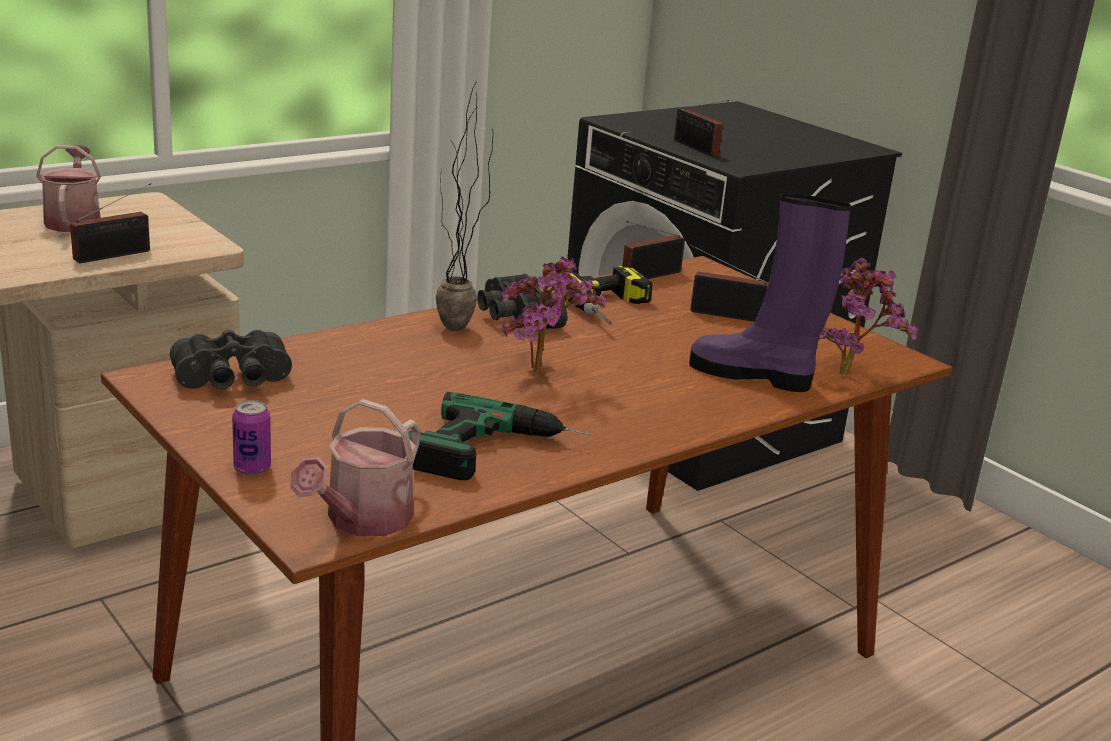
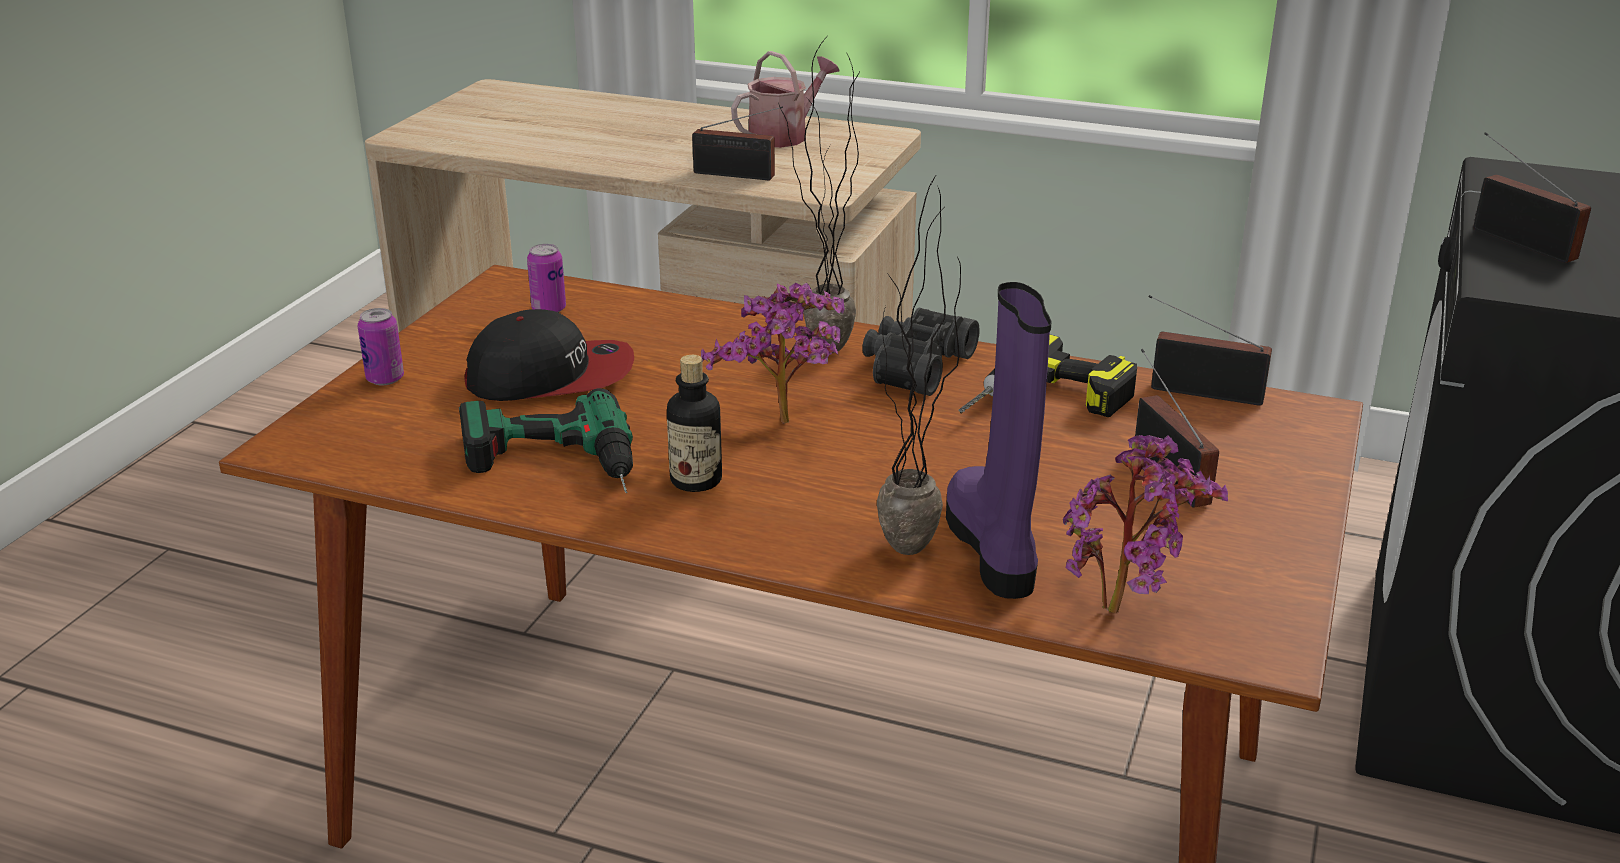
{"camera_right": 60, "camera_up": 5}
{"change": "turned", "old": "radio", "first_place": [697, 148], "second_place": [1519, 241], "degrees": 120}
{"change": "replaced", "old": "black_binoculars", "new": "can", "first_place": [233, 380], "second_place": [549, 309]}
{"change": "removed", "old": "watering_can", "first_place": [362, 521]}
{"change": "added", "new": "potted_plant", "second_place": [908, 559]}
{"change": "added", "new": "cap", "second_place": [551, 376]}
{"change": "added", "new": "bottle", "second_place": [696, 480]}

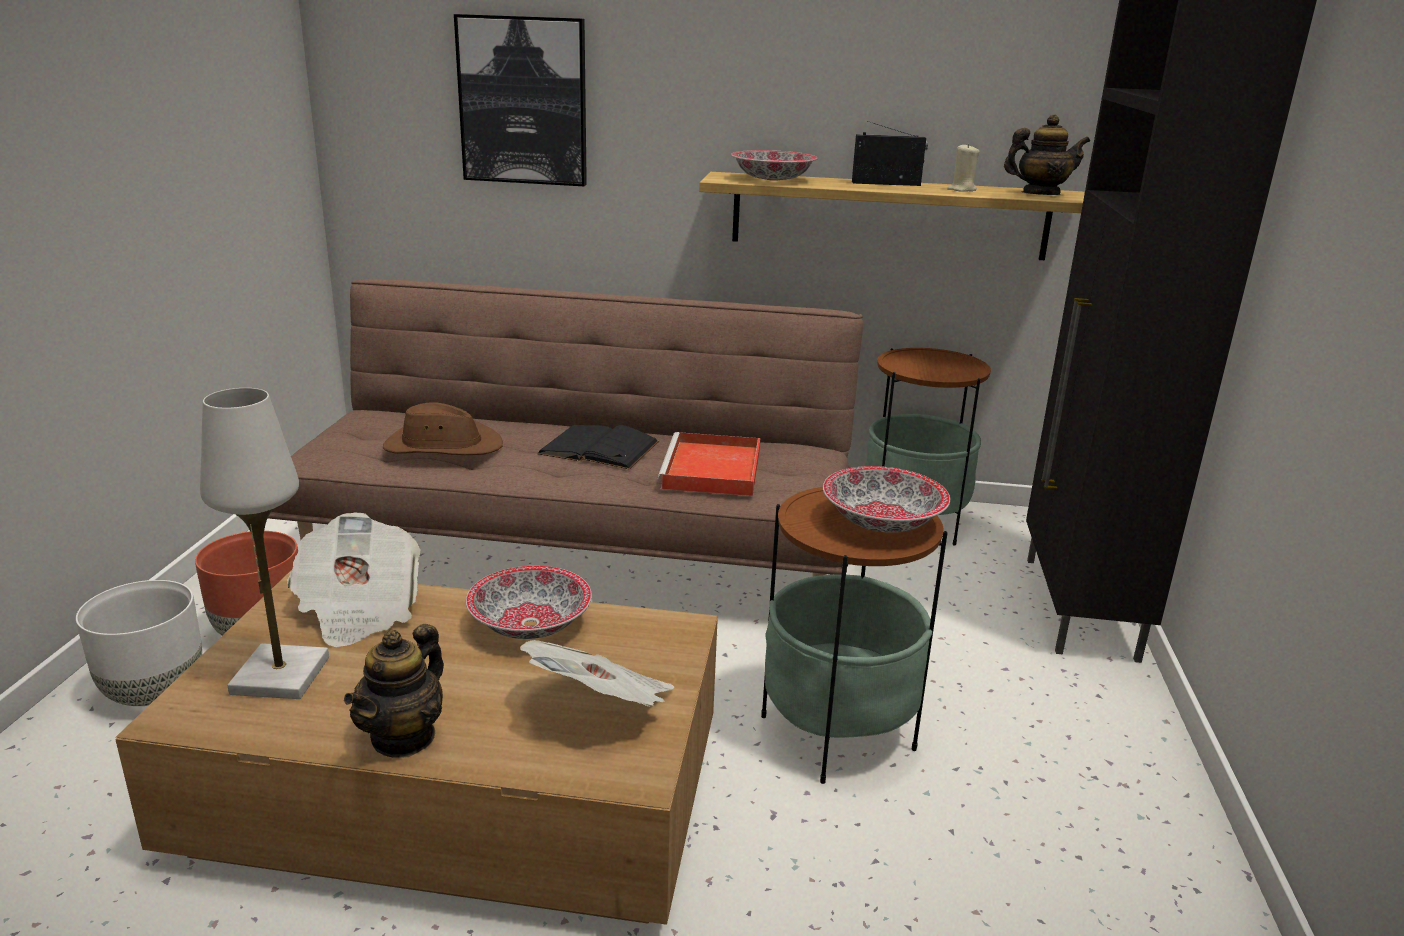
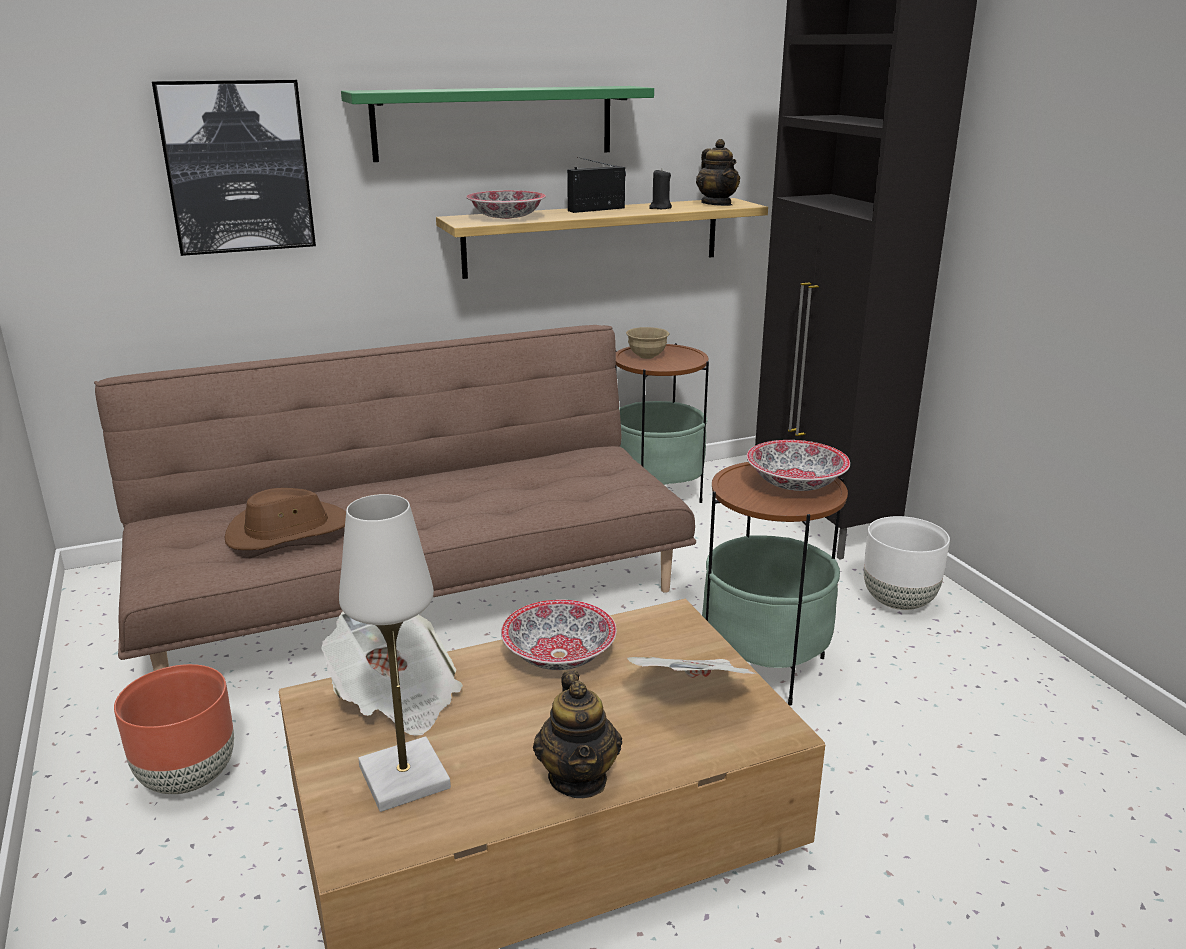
{"camera_right": -30, "camera_up": 0}
{"change": "turned", "old": "teapot", "first_place": [1040, 194], "second_place": [717, 204], "degrees": 105}
{"change": "recoloured", "old": "beige_candle", "new": "black_candle", "first_place": [961, 190], "second_place": [660, 208]}
{"change": "removed", "old": "black_book", "first_place": [599, 448]}
{"change": "removed", "old": "red_tray", "first_place": [712, 470]}
{"change": "moved", "old": "white_planter", "first_place": [155, 693], "second_place": [899, 602]}
{"change": "added", "new": "green_shelf", "second_place": [494, 122]}
{"change": "added", "new": "beige_bowl", "second_place": [647, 356]}

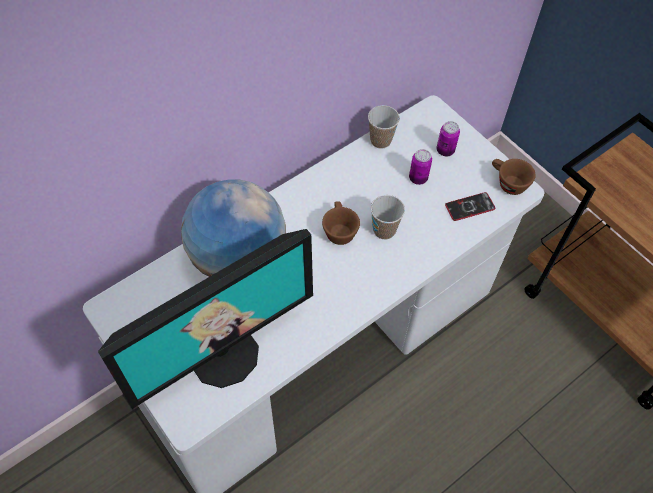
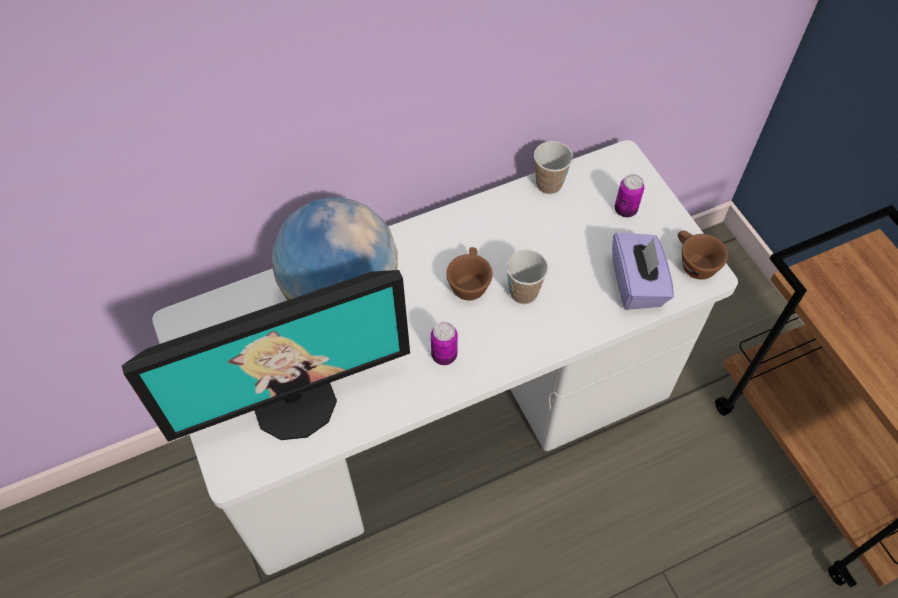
{"camera_right": 15, "camera_up": 0}
{"change": "moved", "old": "can", "first_place": [418, 178], "second_place": [444, 355]}
{"change": "replaced", "old": "phone", "new": "purple_tissue_box", "first_place": [470, 207], "second_place": [637, 284]}

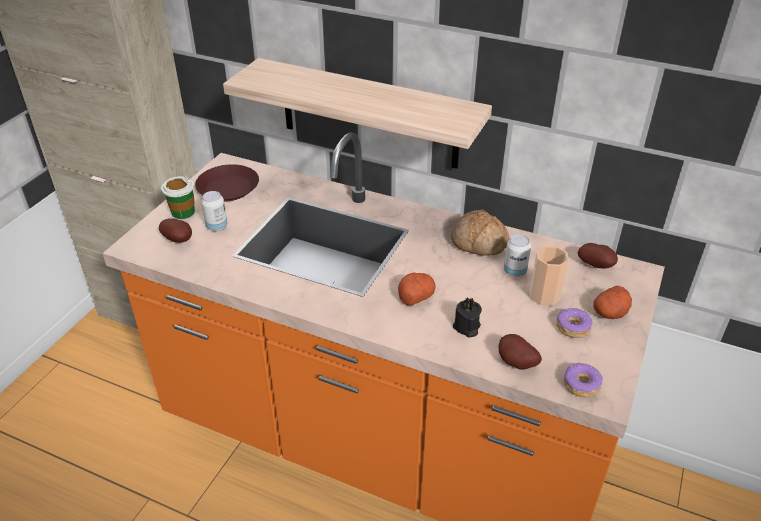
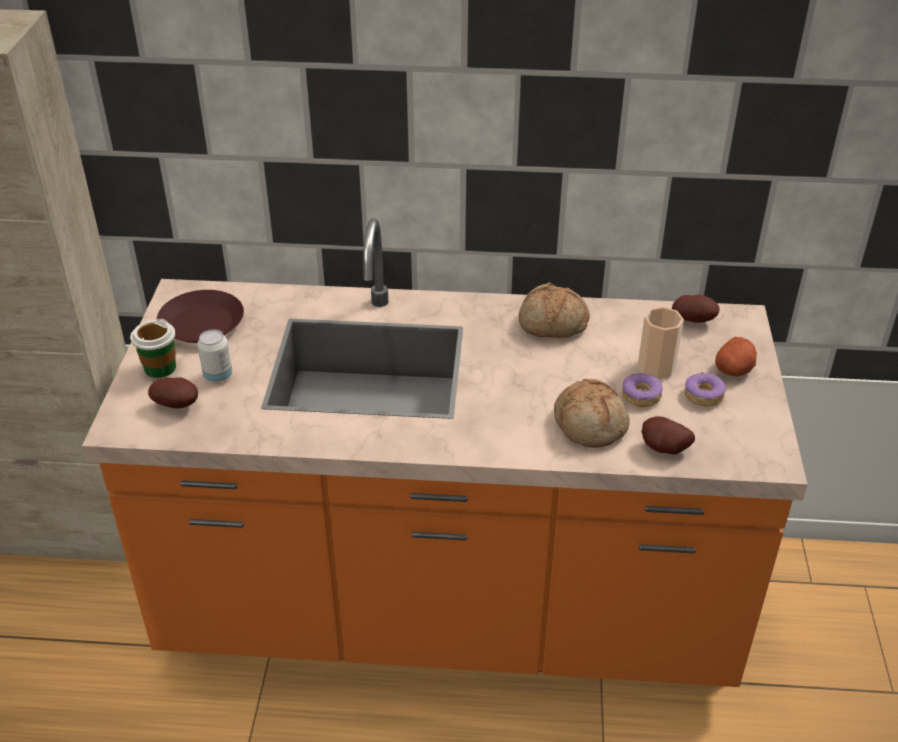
{"camera_right": -20, "camera_up": 0}
{"change": "removed", "old": "shelf", "first_place": [369, 114]}
{"change": "removed", "old": "can", "first_place": [514, 271]}
{"change": "removed", "old": "potato", "first_place": [416, 296]}
{"change": "replaced", "old": "black_candle", "new": "bread", "first_place": [466, 327], "second_place": [590, 424]}
{"change": "moved", "old": "donut", "first_place": [581, 385], "second_place": [641, 396]}

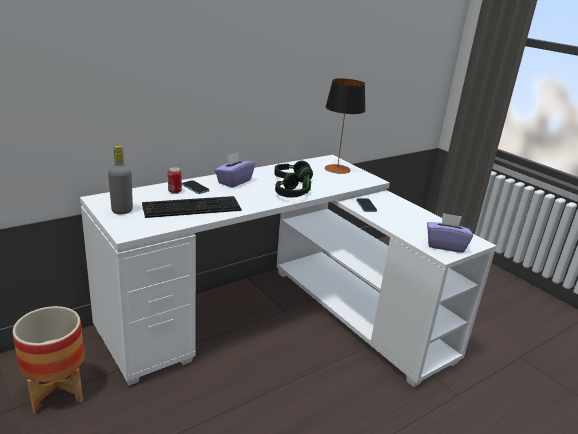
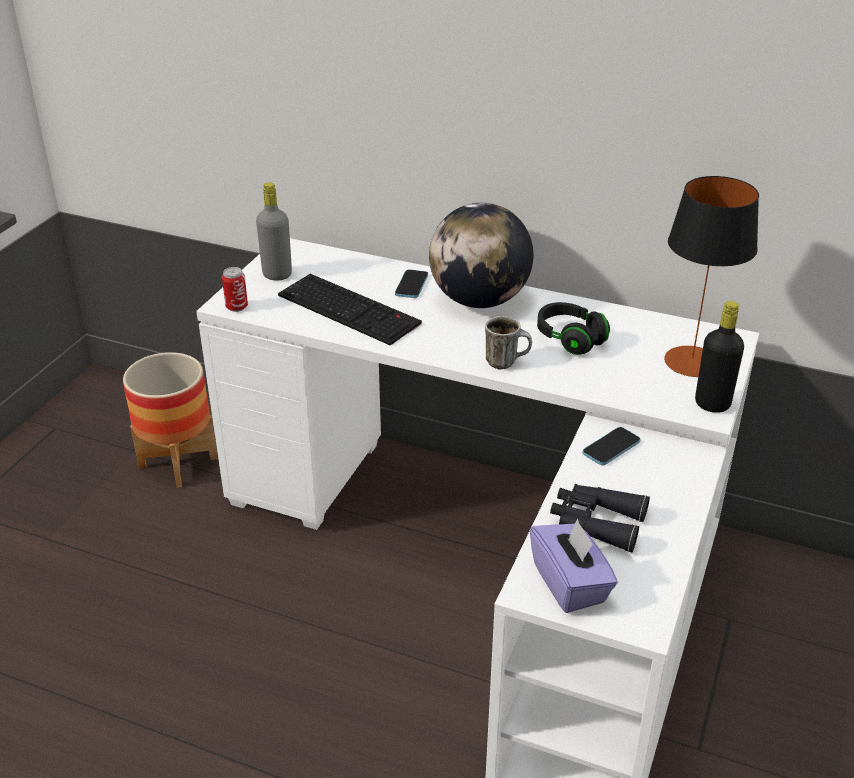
{"camera_right": 60, "camera_up": 10}
{"change": "replaced", "old": "purple_tissue_box", "new": "globe", "first_place": [234, 181], "second_place": [479, 300]}
{"change": "moved", "old": "can", "first_place": [175, 191], "second_place": [237, 307]}
{"change": "replaced", "old": "black_headphones", "new": "mug", "first_place": [292, 195], "second_place": [506, 362]}
{"change": "added", "new": "black_bottle", "second_place": [712, 404]}
{"change": "added", "new": "black_binoculars", "second_place": [596, 522]}

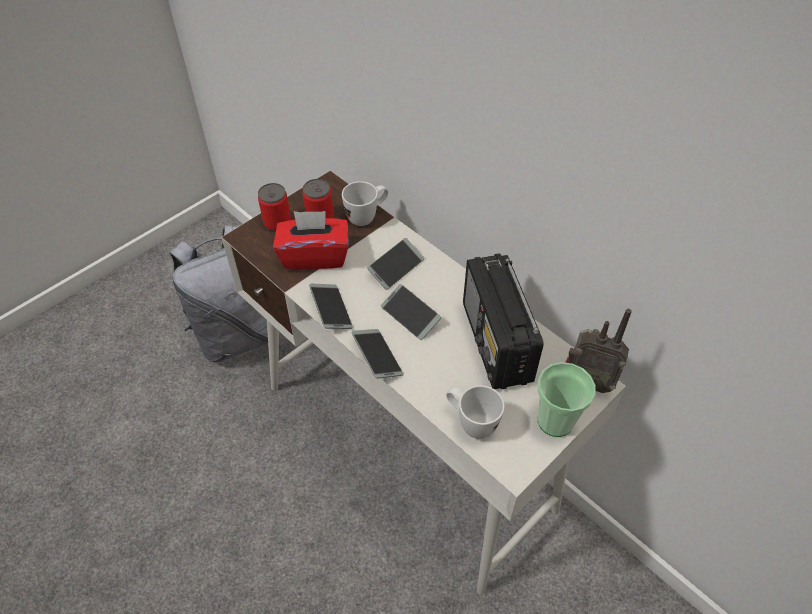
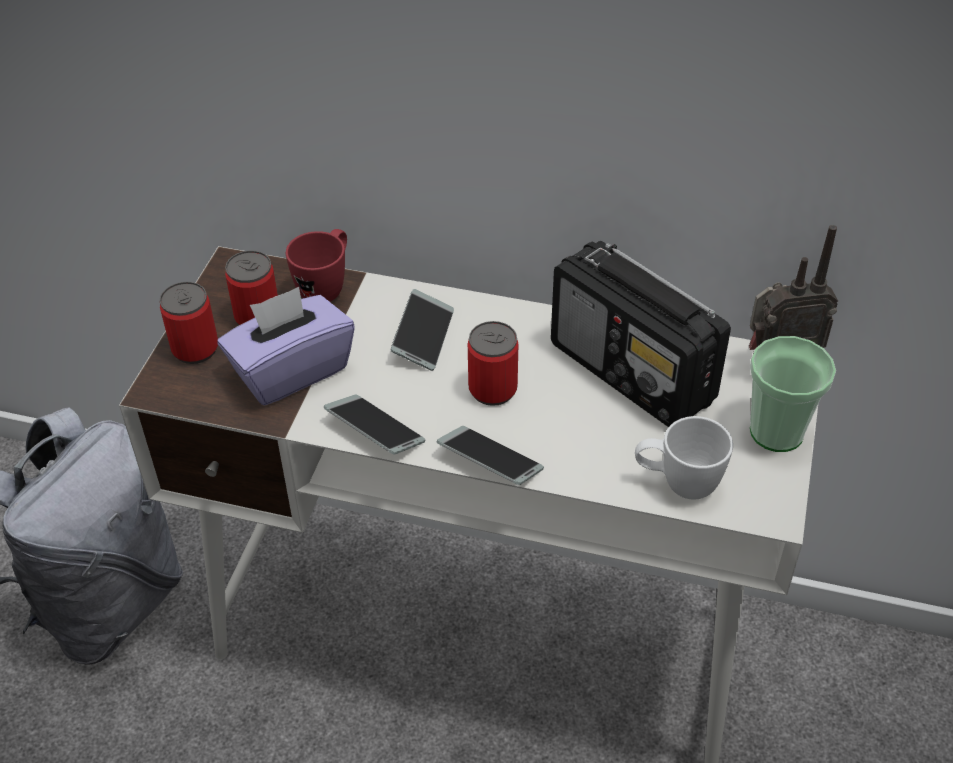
{"camera_right": -30, "camera_up": -5}
{"change": "recoloured", "old": "white_mug", "new": "red_mug", "first_place": [367, 216], "second_place": [326, 287]}
{"change": "recoloured", "old": "red_tissue_box", "new": "purple_tissue_box", "first_place": [314, 256], "second_place": [291, 370]}
{"change": "replaced", "old": "phone", "new": "can", "first_place": [410, 316], "second_place": [492, 389]}

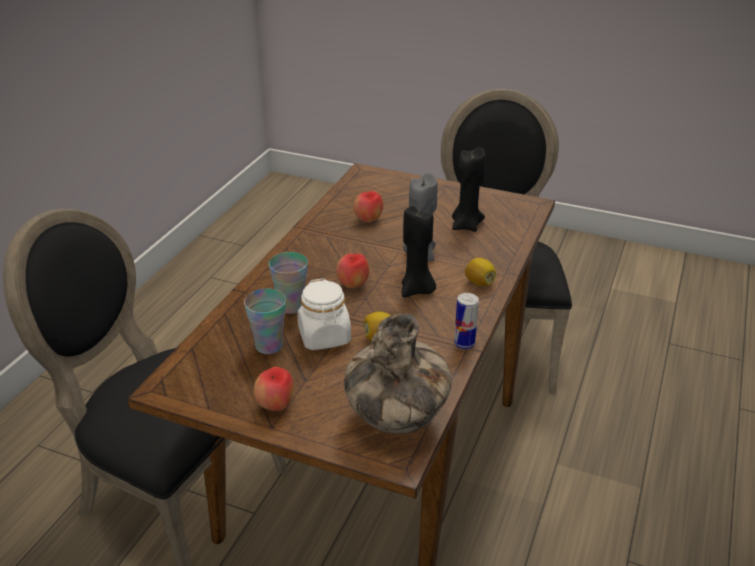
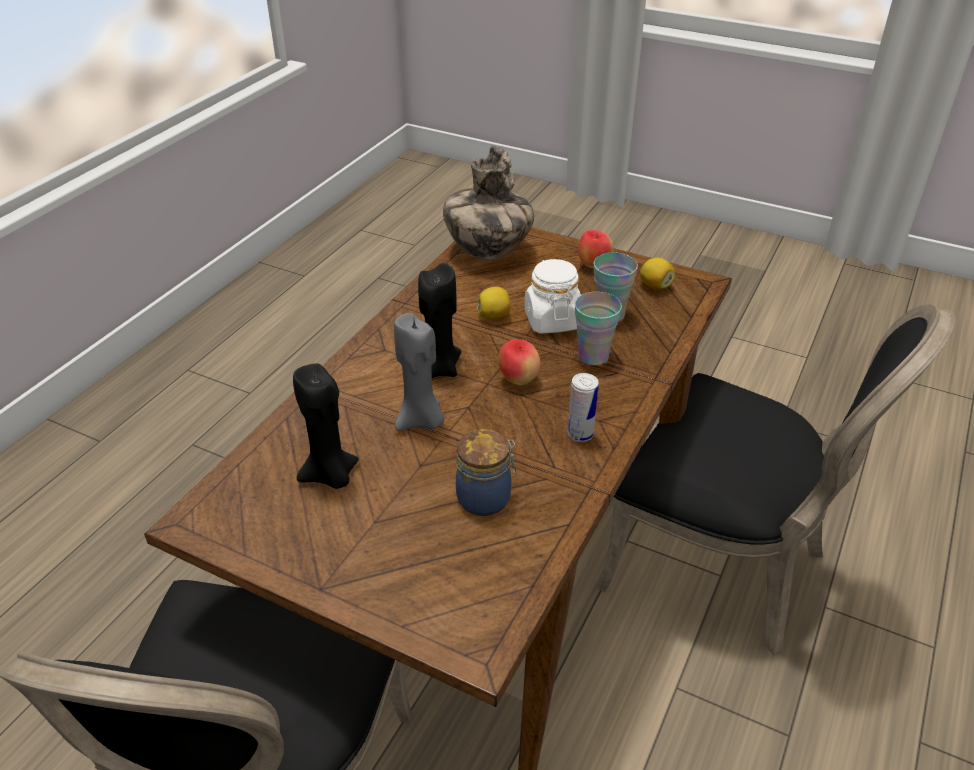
{"camera_right": -175, "camera_up": 5}
{"change": "replaced", "old": "apple", "new": "jar", "first_place": [368, 220], "second_place": [486, 498]}
{"change": "moved", "old": "lemon", "first_place": [479, 283], "second_place": [655, 286]}
{"change": "moved", "old": "can", "first_place": [464, 344], "second_place": [580, 434]}

